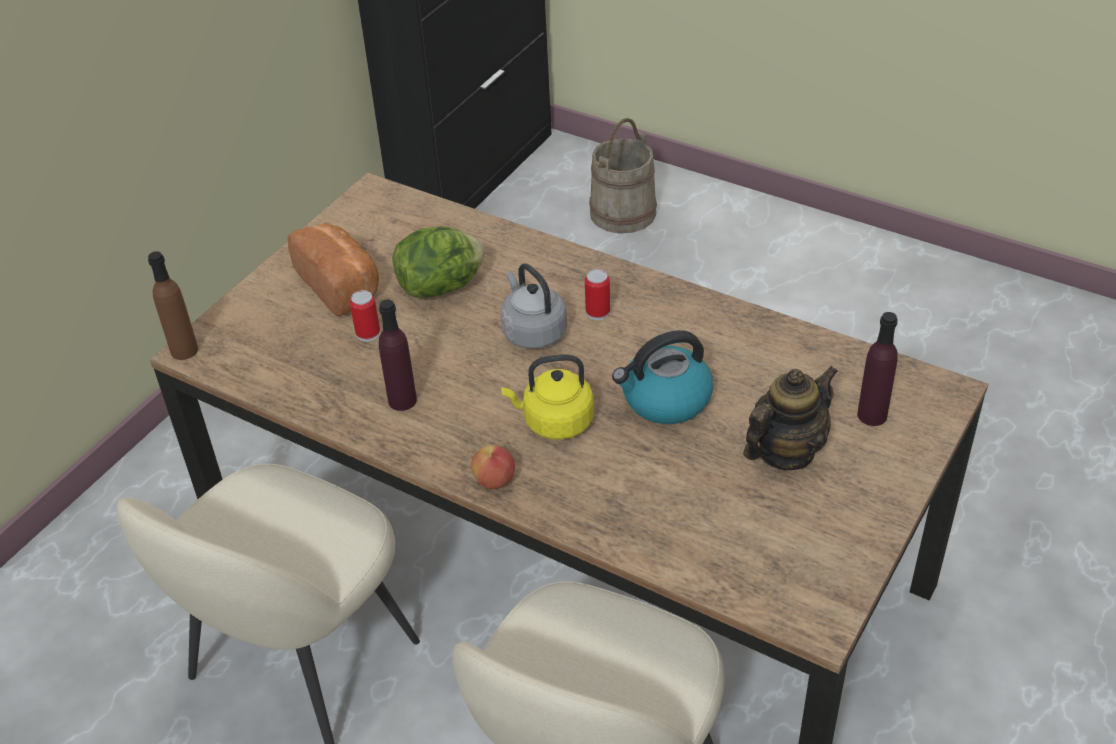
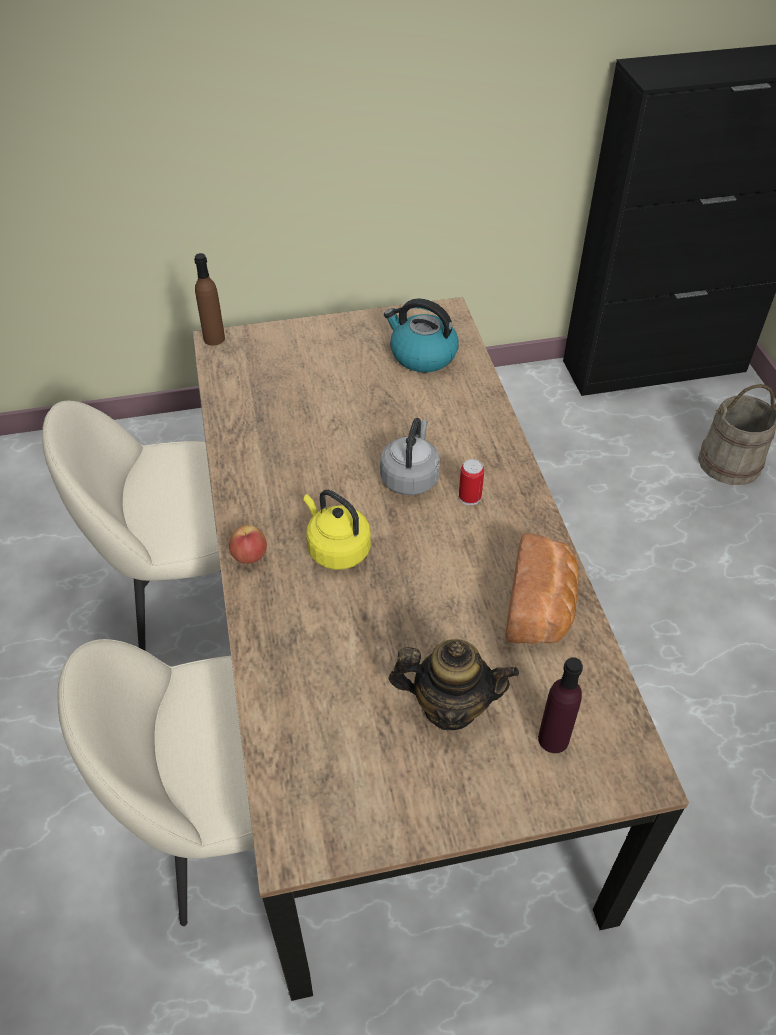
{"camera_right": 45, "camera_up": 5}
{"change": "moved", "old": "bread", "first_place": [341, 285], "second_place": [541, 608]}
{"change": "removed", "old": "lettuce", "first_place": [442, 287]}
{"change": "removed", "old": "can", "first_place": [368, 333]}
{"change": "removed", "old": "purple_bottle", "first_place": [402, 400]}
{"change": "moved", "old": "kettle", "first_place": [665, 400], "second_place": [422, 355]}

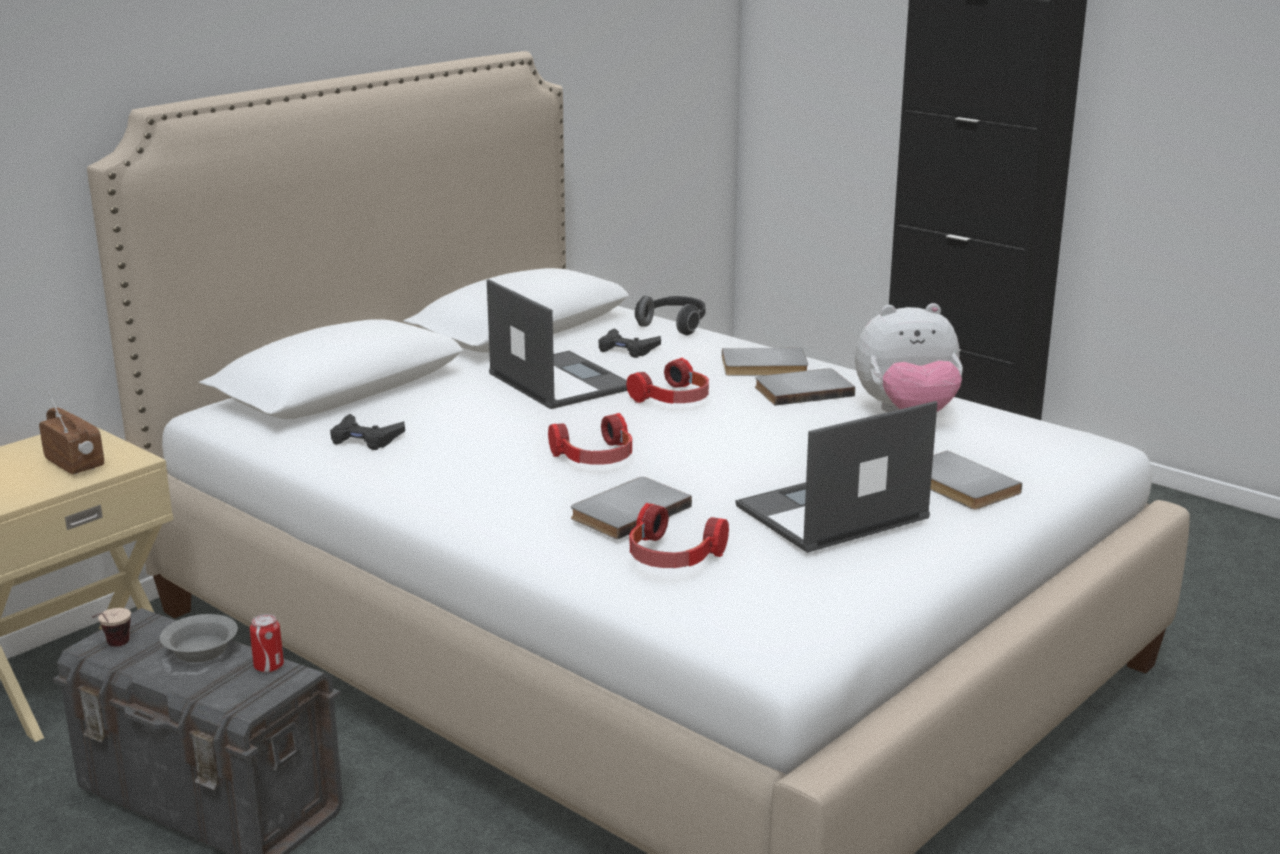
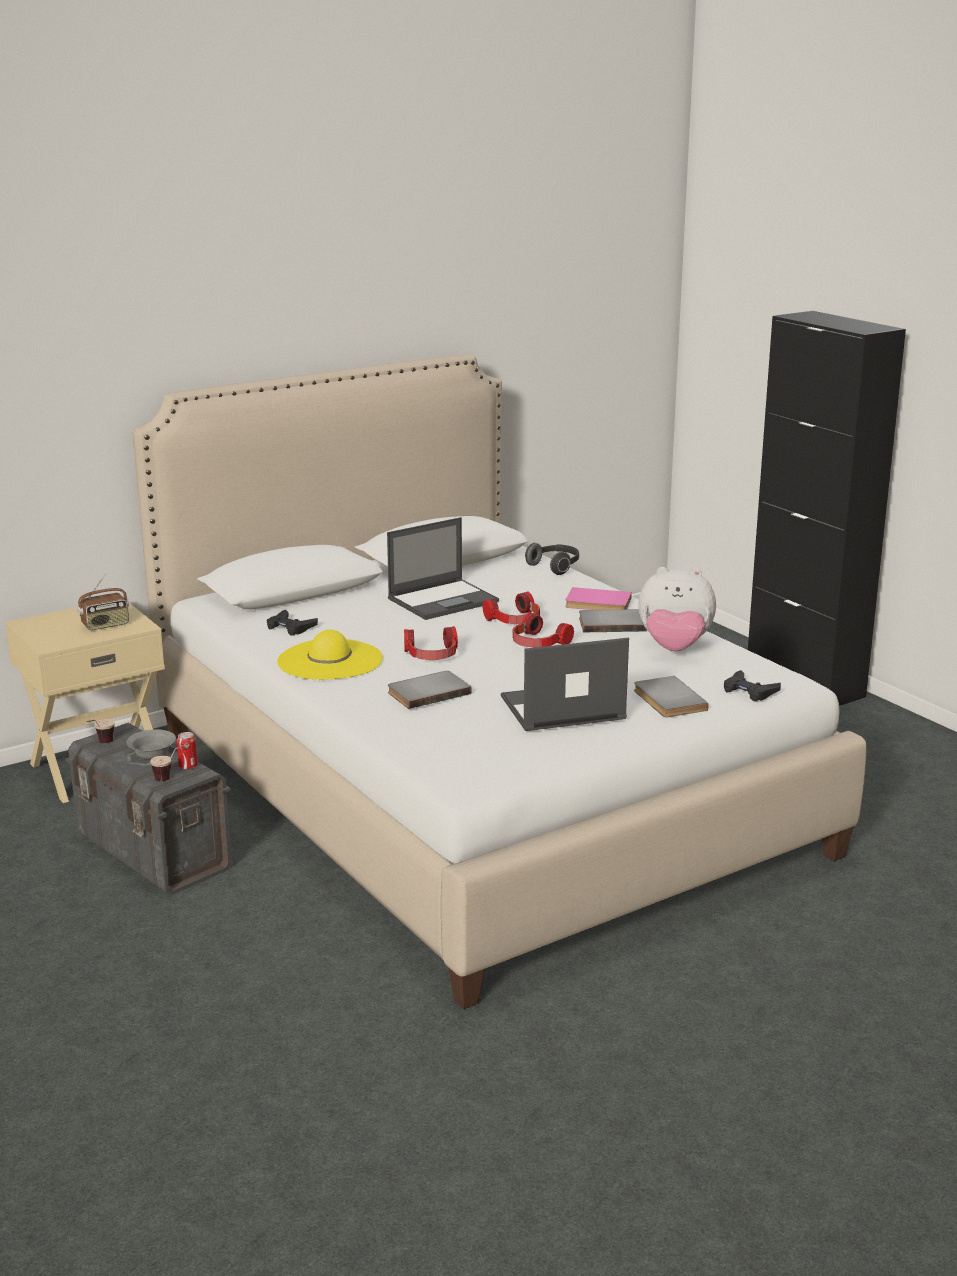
{"camera_right": 15, "camera_up": 0}
{"change": "turned", "old": "laptop", "first_place": [558, 381], "second_place": [444, 600], "degrees": 75}
{"change": "moved", "old": "black_game_controller", "first_place": [627, 349], "second_place": [749, 691]}
{"change": "recoloured", "old": "grey_book", "new": "pink_book", "first_place": [764, 367], "second_place": [598, 604]}
{"change": "turned", "old": "radio", "first_place": [76, 464], "second_place": [105, 625], "degrees": 90}
{"change": "moved", "old": "headphones", "first_place": [672, 557], "second_place": [538, 644]}
{"change": "added", "new": "yellow_hat", "second_place": [330, 660]}
{"change": "added", "new": "cup", "second_place": [171, 777]}

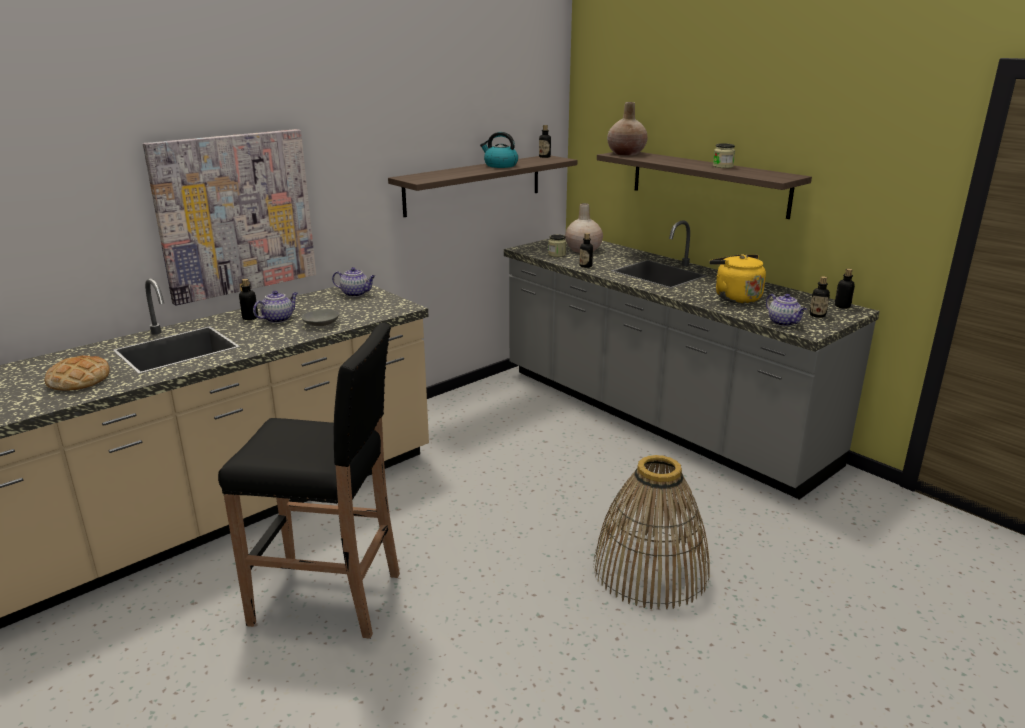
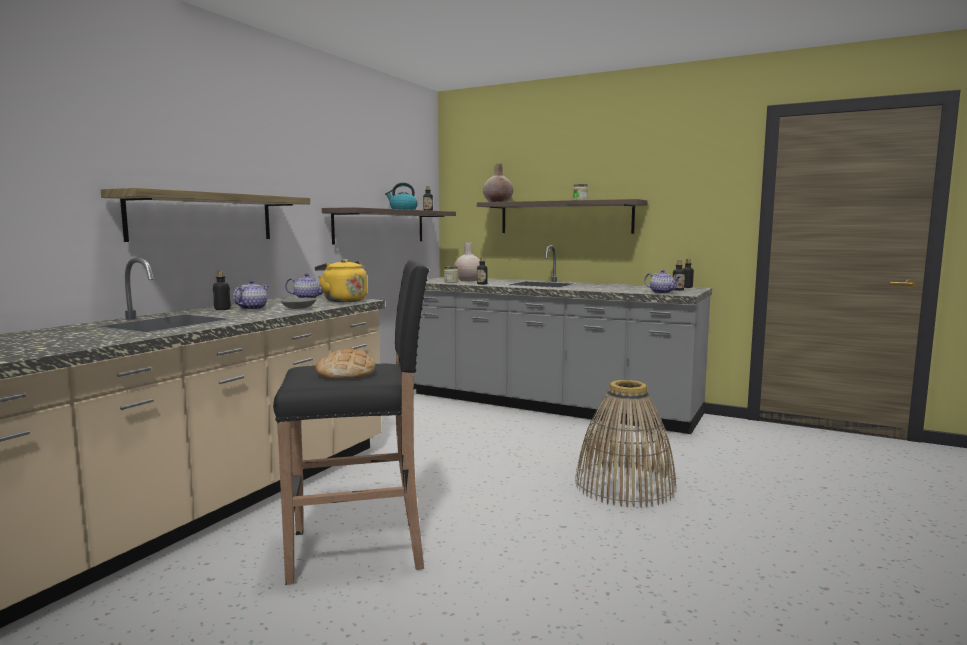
{"camera_right": -20, "camera_up": -15}
{"change": "replaced", "old": "picture", "new": "shelf", "first_place": [235, 214], "second_place": [203, 217]}
{"change": "moved", "old": "yellow_kettle", "first_place": [735, 297], "second_place": [343, 300]}
{"change": "moved", "old": "bread", "first_place": [79, 380], "second_place": [346, 373]}

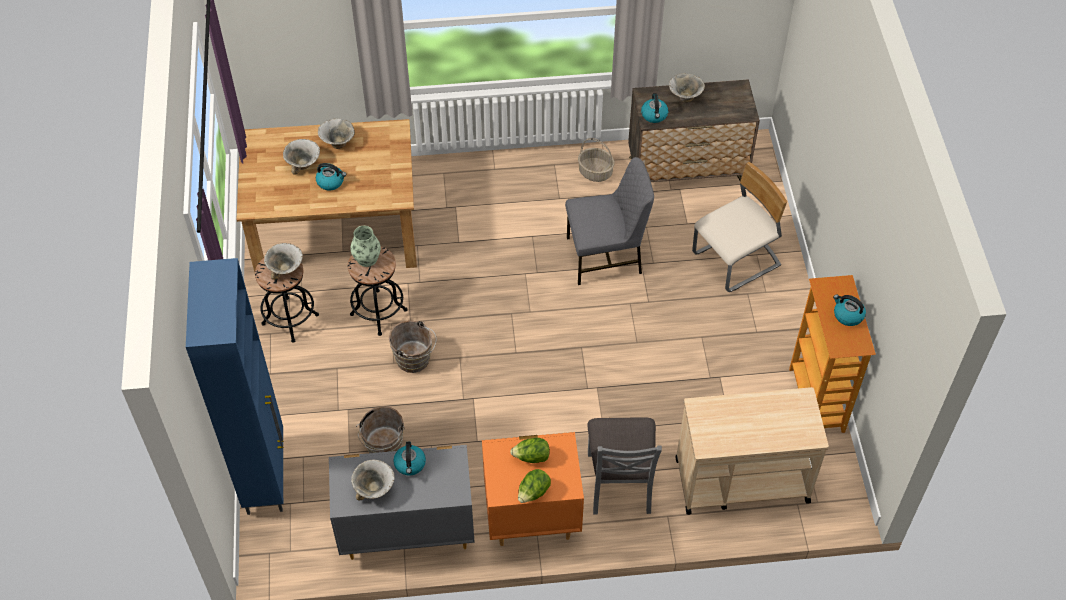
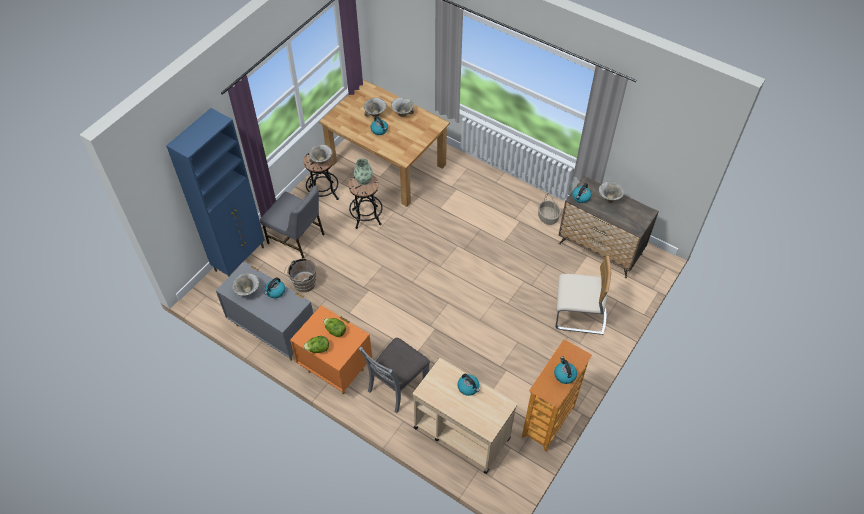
{"camera_right": 40, "camera_up": 0}
{"change": "moved", "old": "grey_chair", "first_place": [605, 256], "second_place": [297, 239]}
{"change": "removed", "old": "brown_bucket", "first_place": [415, 360]}
{"change": "added", "new": "kettle", "second_place": [468, 387]}

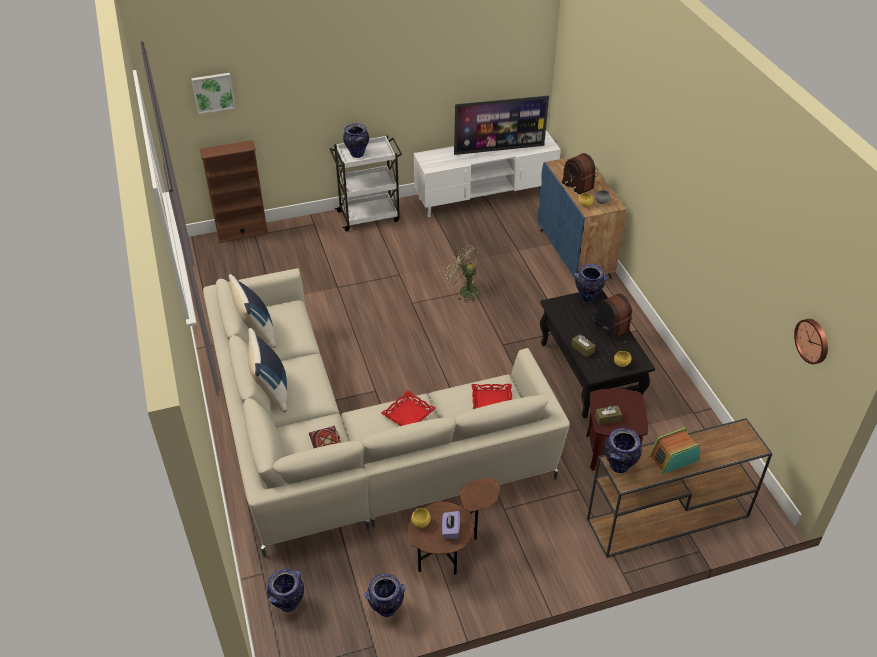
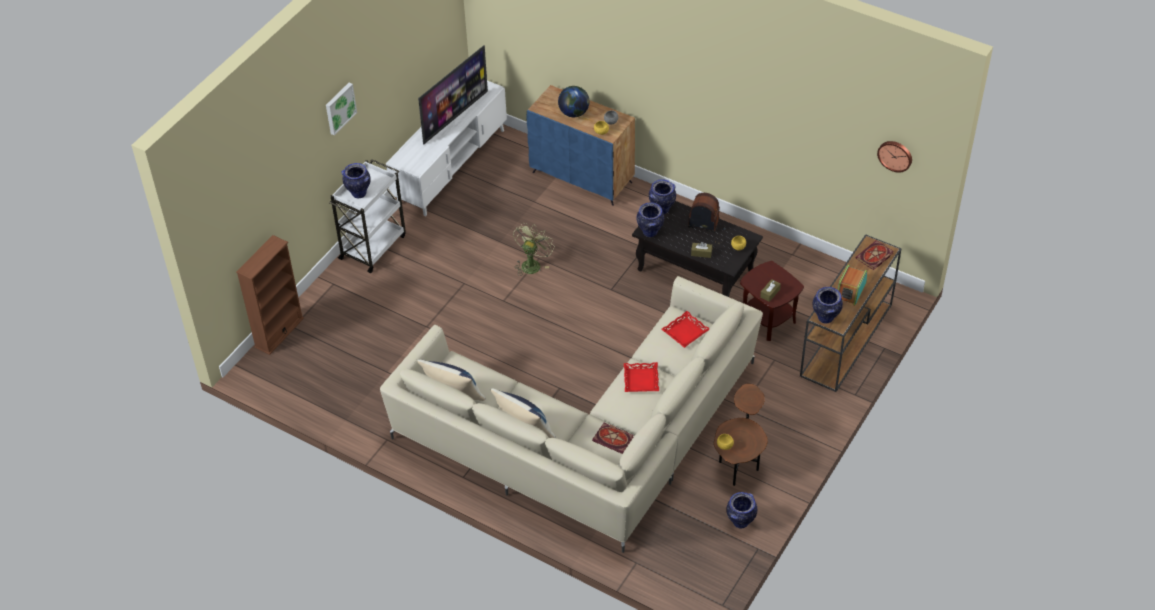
{"camera_right": -40, "camera_up": 5}
{"change": "moved", "old": "picture", "first_place": [213, 92], "second_place": [339, 108]}
{"change": "replaced", "old": "radio", "new": "globe", "first_place": [579, 181], "second_place": [574, 113]}
{"change": "turned", "old": "green_fan", "first_place": [464, 290], "second_place": [532, 263], "degrees": 120}
{"change": "removed", "old": "purple_tissue_box", "first_place": [450, 530]}
{"change": "moved", "old": "vase", "first_place": [288, 604], "second_place": [650, 232]}
{"change": "added", "new": "book", "second_place": [874, 257]}

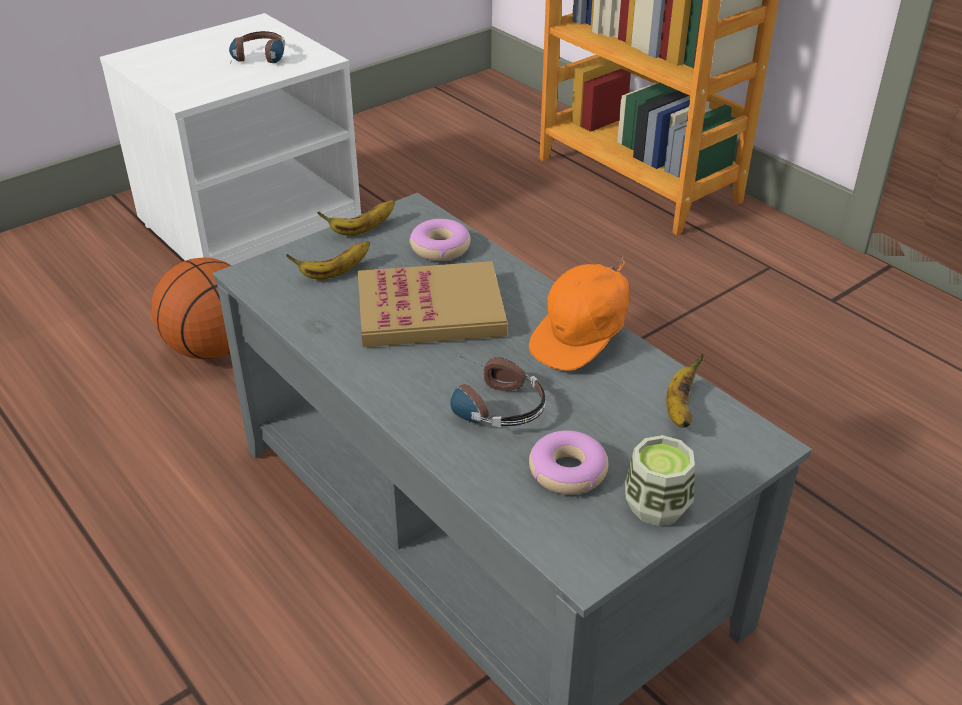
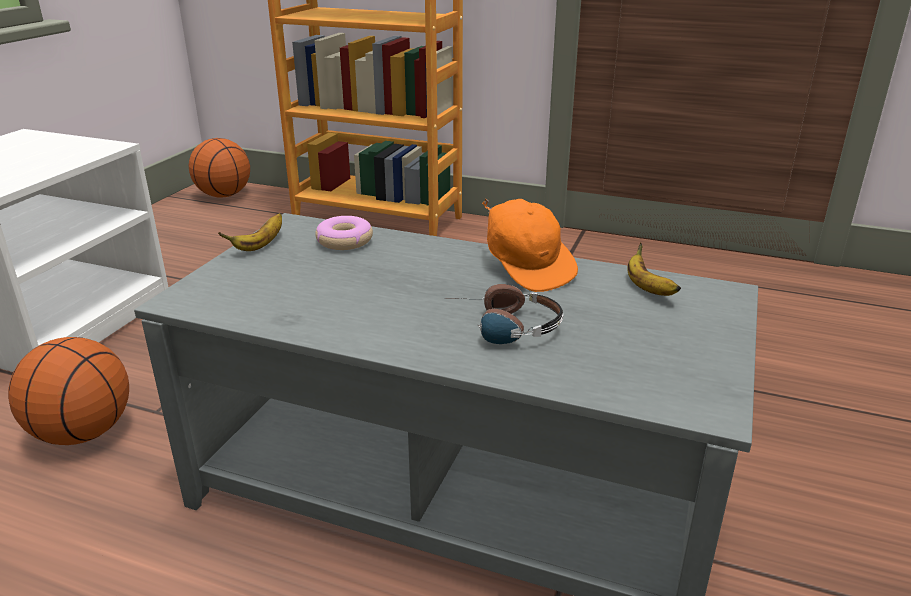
{"camera_right": -30, "camera_up": -10}
{"change": "removed", "old": "headphones", "first_place": [258, 60]}
{"change": "removed", "old": "banana", "first_place": [334, 273]}
{"change": "turned", "old": "orange_cap", "first_place": [582, 340], "second_place": [527, 268], "degrees": -45}
{"change": "removed", "old": "book", "first_place": [430, 310]}
{"change": "removed", "old": "donut", "first_place": [568, 471]}
{"change": "removed", "old": "cup", "first_place": [656, 506]}
{"change": "added", "new": "basketball", "second_place": [224, 195]}

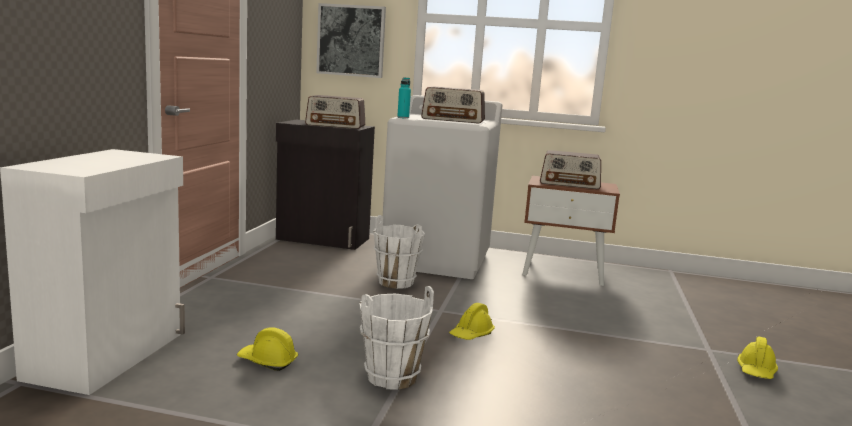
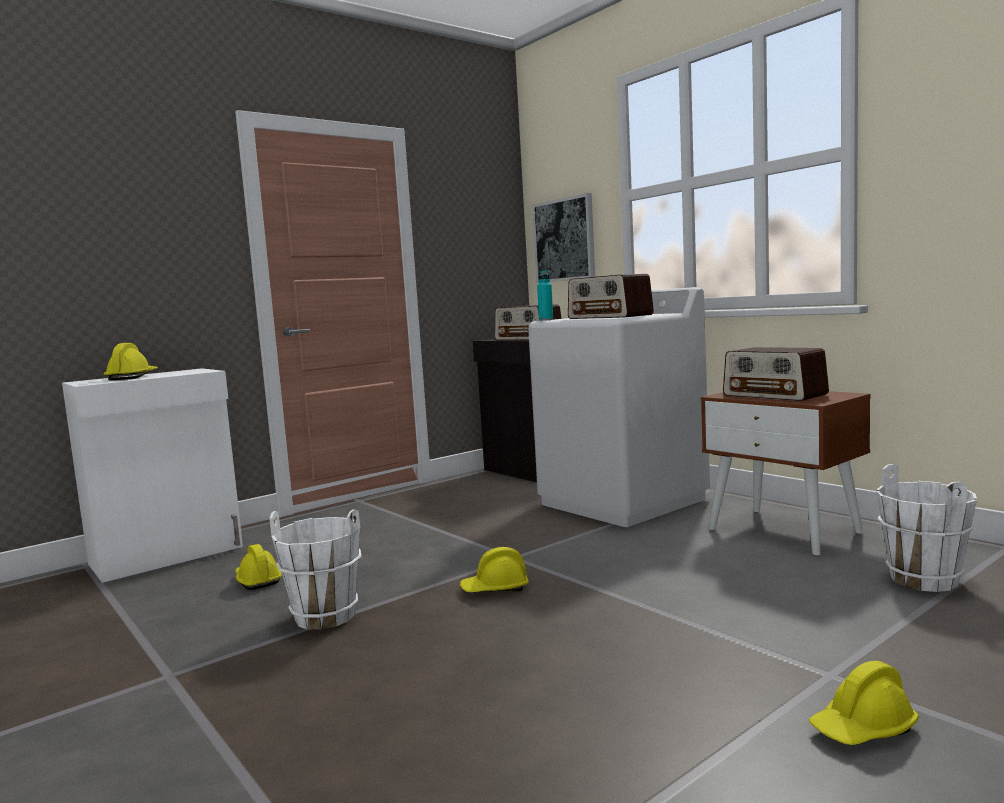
{"camera_right": 40, "camera_up": -5}
{"change": "moved", "old": "white_bucket", "first_place": [396, 282], "second_place": [924, 580]}
{"change": "added", "new": "yellow_hard_hat", "second_place": [132, 377]}

